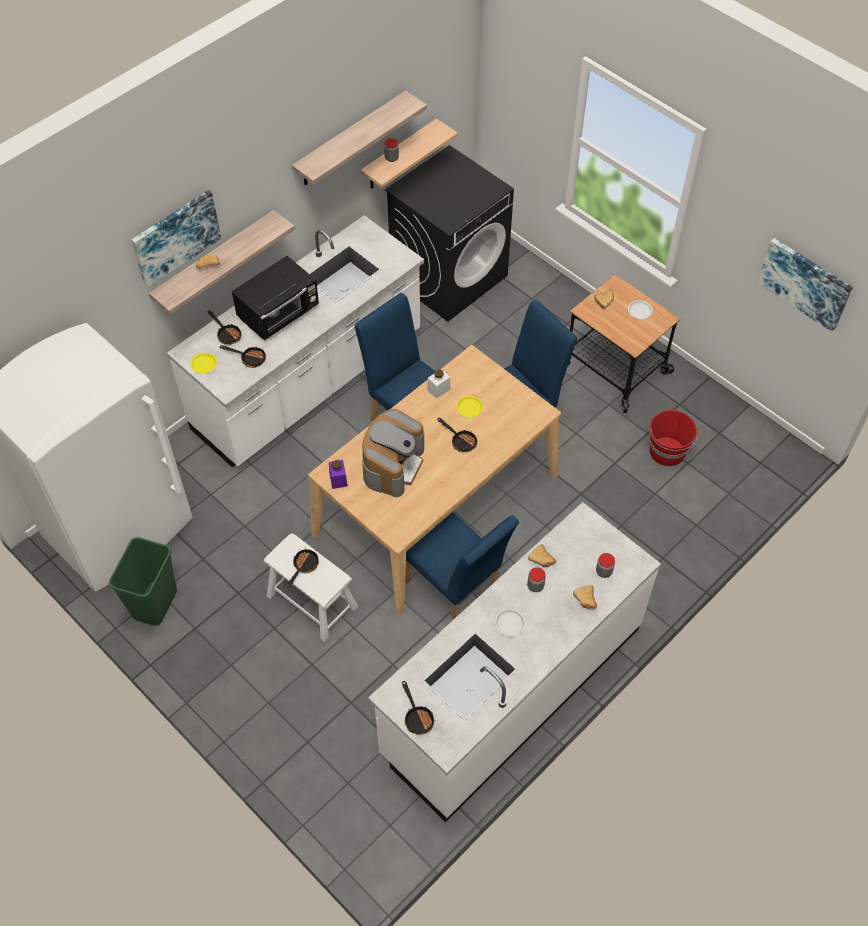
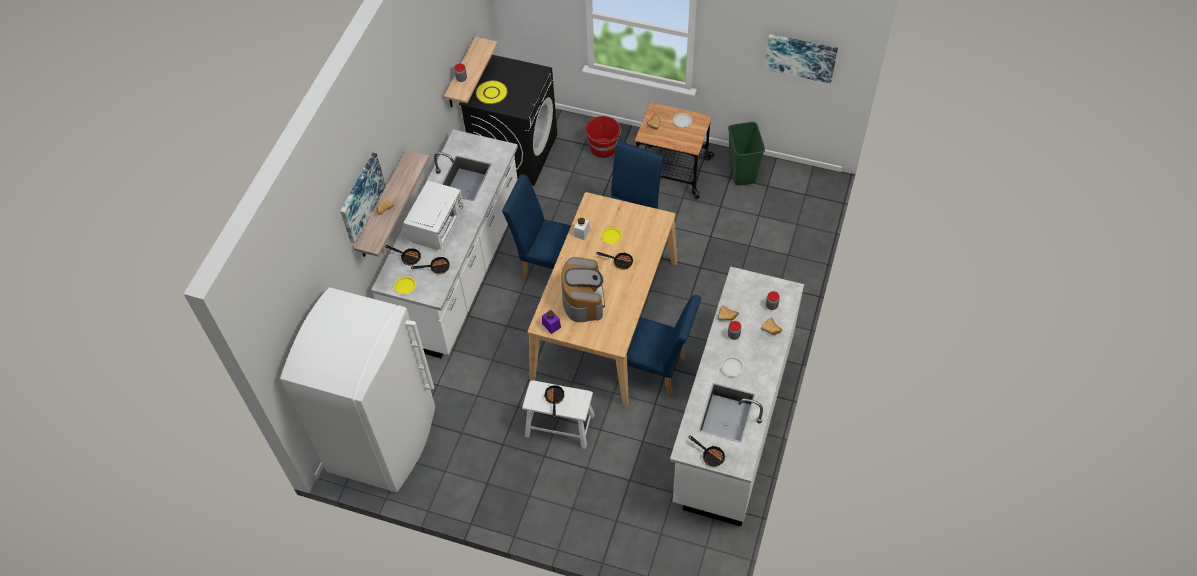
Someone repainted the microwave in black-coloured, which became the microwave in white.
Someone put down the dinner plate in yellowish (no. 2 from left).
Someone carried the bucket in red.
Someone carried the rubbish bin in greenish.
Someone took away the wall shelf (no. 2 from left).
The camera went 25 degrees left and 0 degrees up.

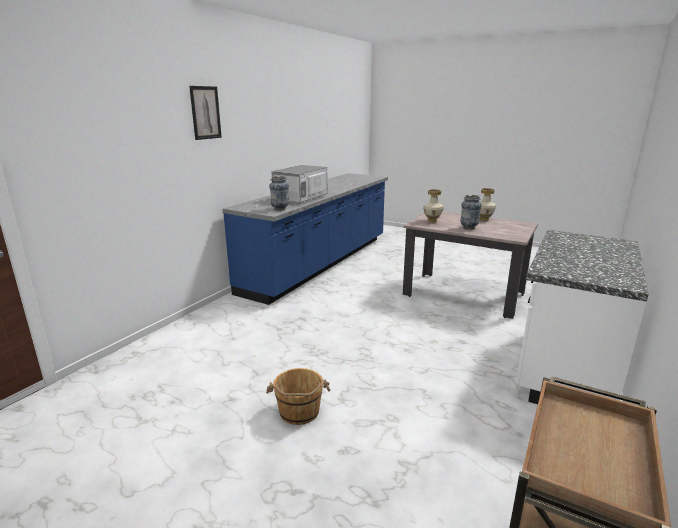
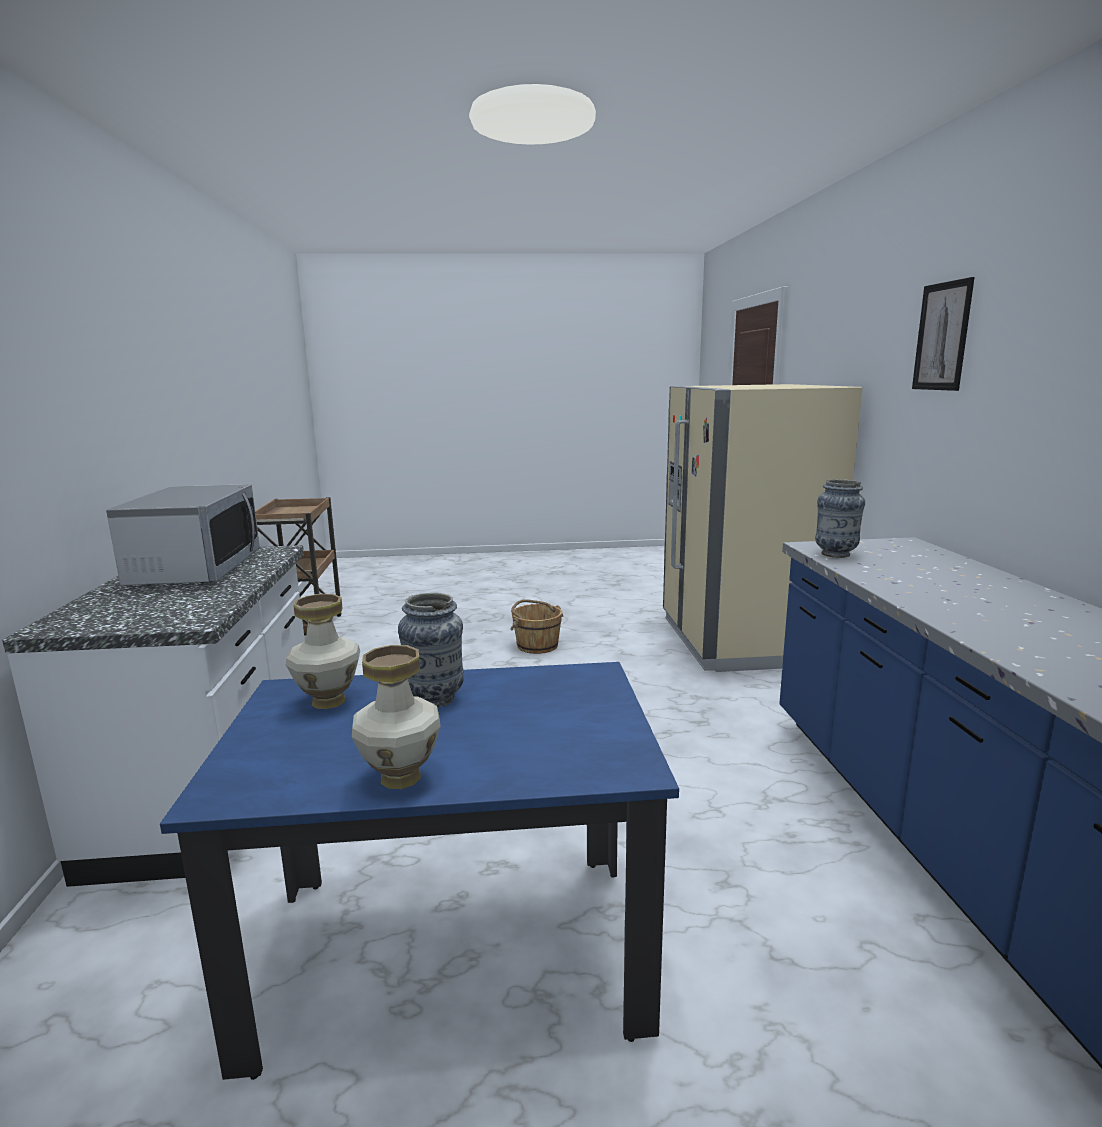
Someone carried the microwave.
Someone repainted the dinner table in beige, which became the dinner table in blue.
Someone carried the flower vase (no. 2 from left in the first image).
Someone put down the kitchen fridge in beige.
The camera went 145 degrees right and 5 degrees down.

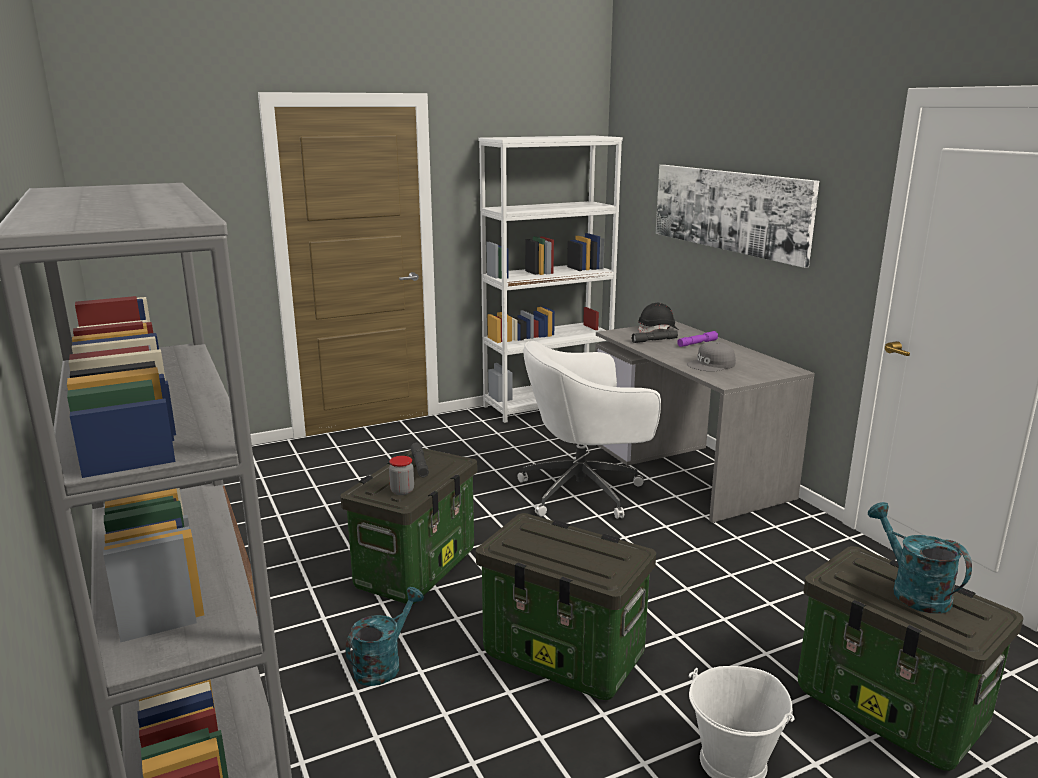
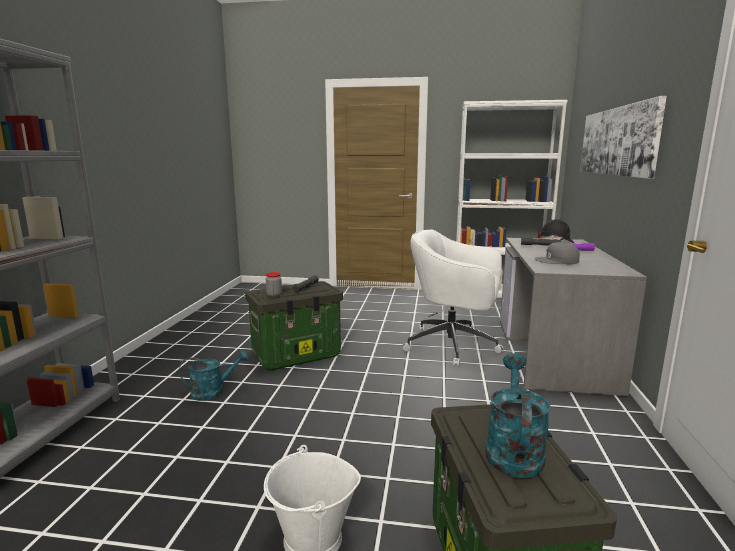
Someone took away the storage bin (no. 2 from left).
The camera went 35 degrees right and 5 degrees down.

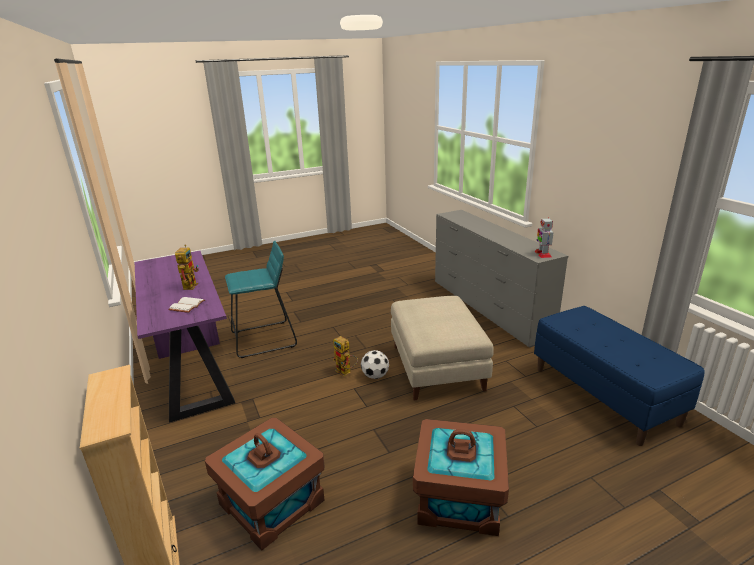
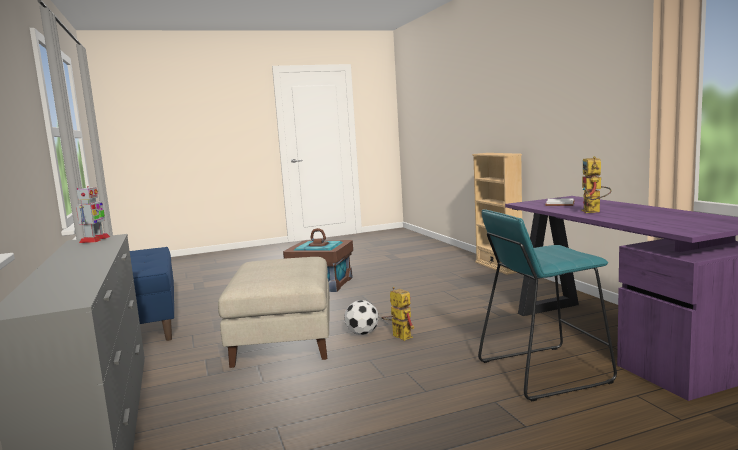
Someone took away the storage bin in brown-coloured (no. 1 from left).
The camera went 175 degrees left and 15 degrees down.

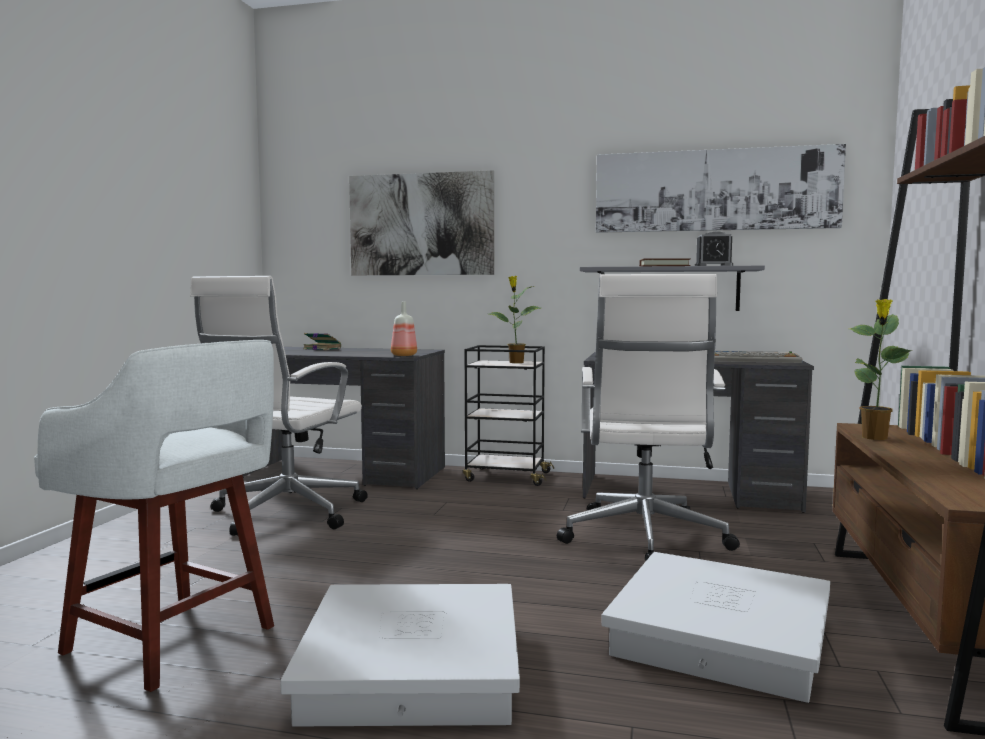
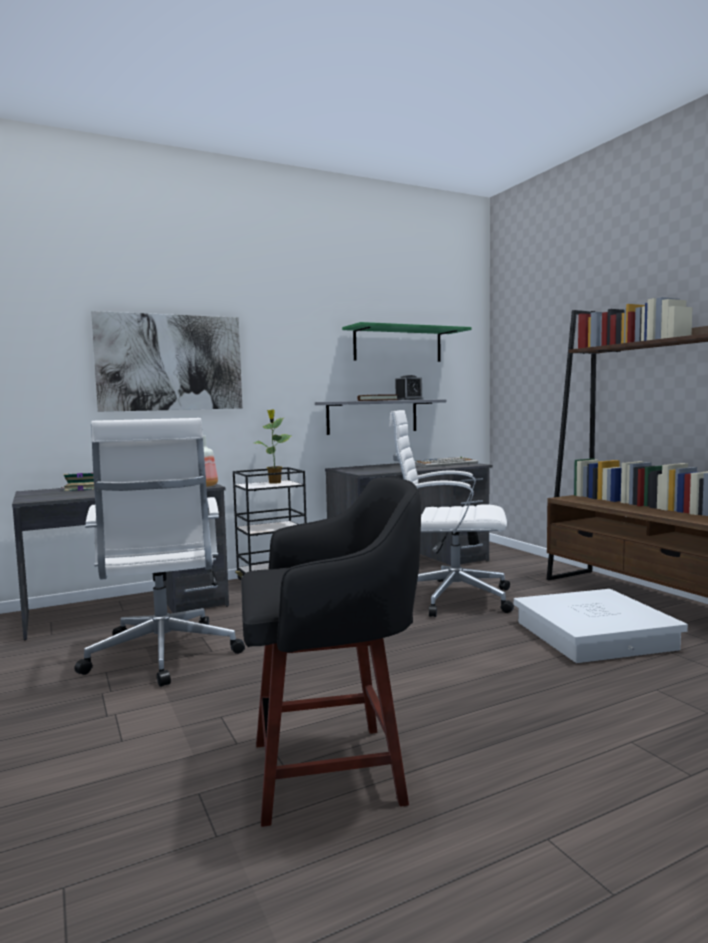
Someone repainted the sitting stool in white, which became the sitting stool in black-coloured.
Someone swapped the picture (no. 2 from left) for the wall shelf in greenish.
Someone rotated the office chair in white (no. 2 from left) by 135 degrees clockwise.
Someone took away the storage bin in white (no. 1 from left).
Someone took away the houseplant (no. 2 from left).
The camera went 40 degrees left and 0 degrees up.

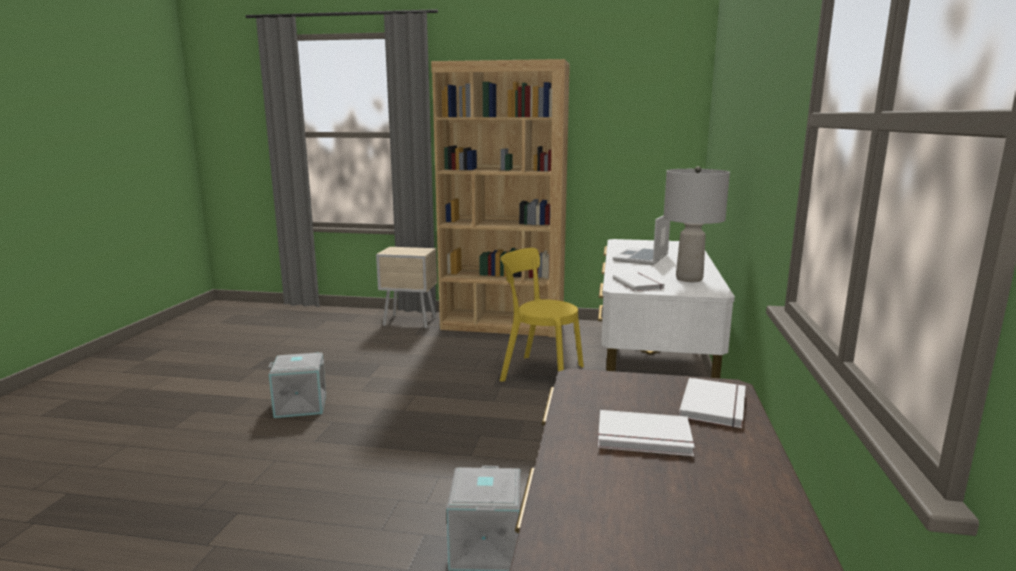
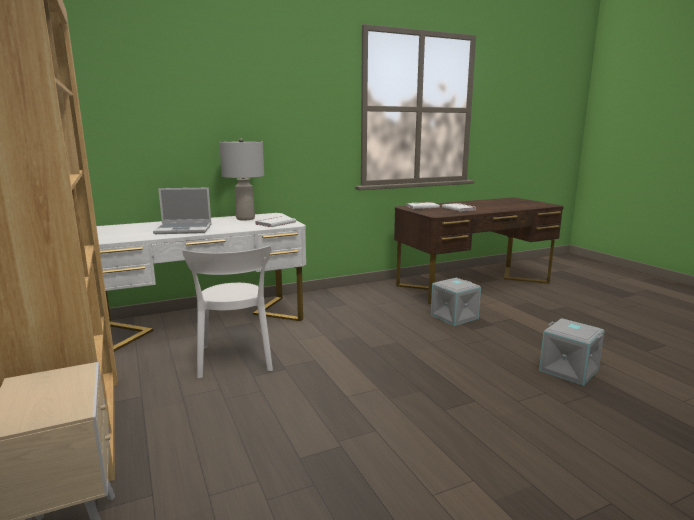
Someone repainted the chair in yellowish, which became the chair in white.
Someone carried the storage bin in grey (no. 1 from left in the first image).
The camera went 125 degrees left and 0 degrees up.

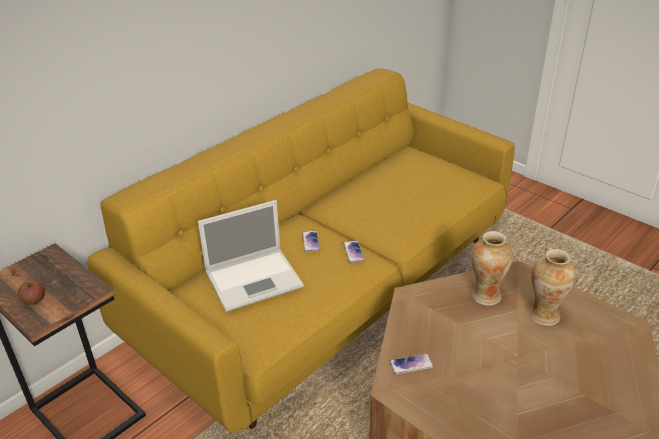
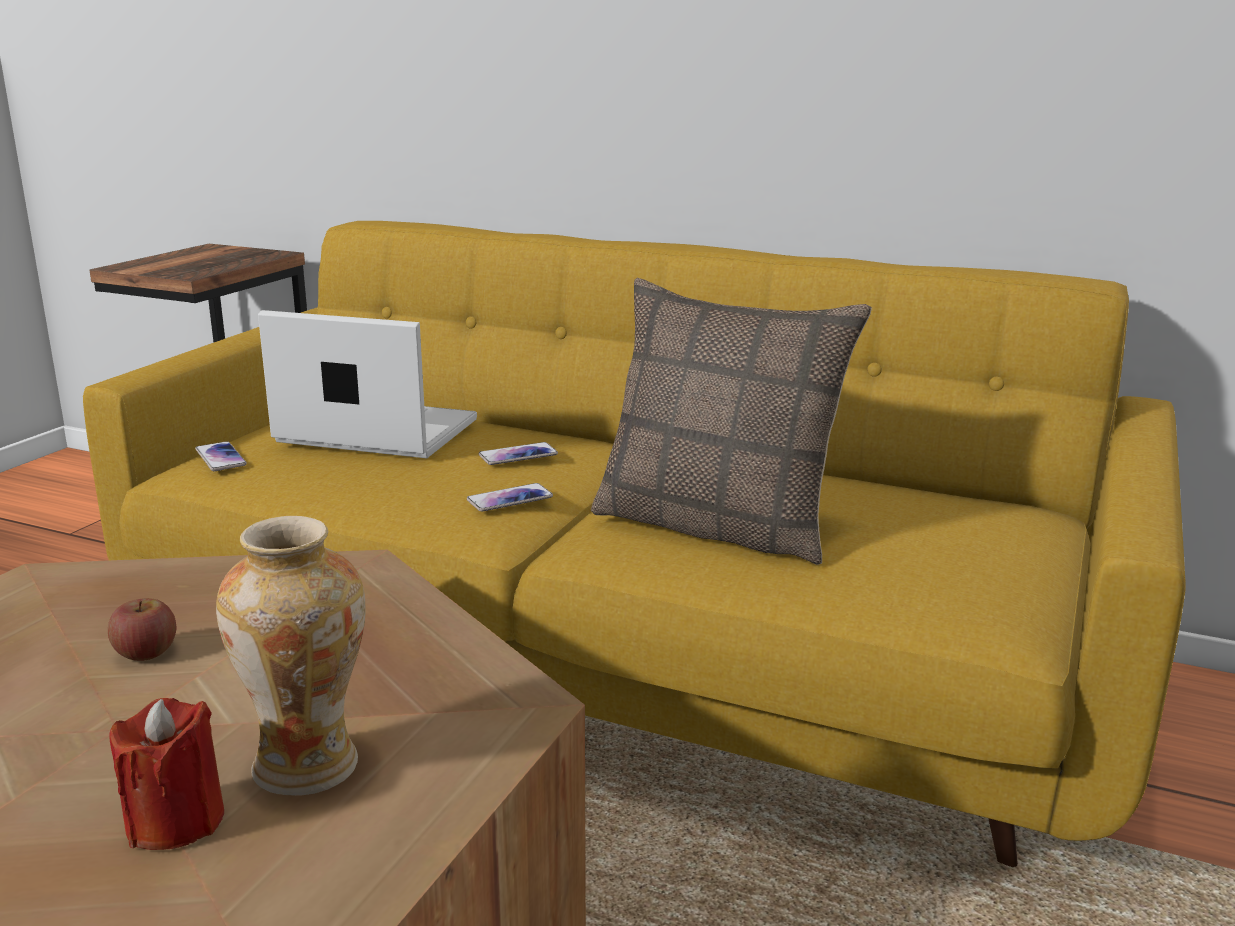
Someone carried the whole apple.
Someone put down the candle in red.
Someone carried the telephone (no. 3 from left in the first image).
Someone rotated the notebook computer by 150 degrees clockwise.
Someone put down the pillow.
Someone took away the flower vase (no. 1 from left).
The camera went 70 degrees right and 15 degrees down.

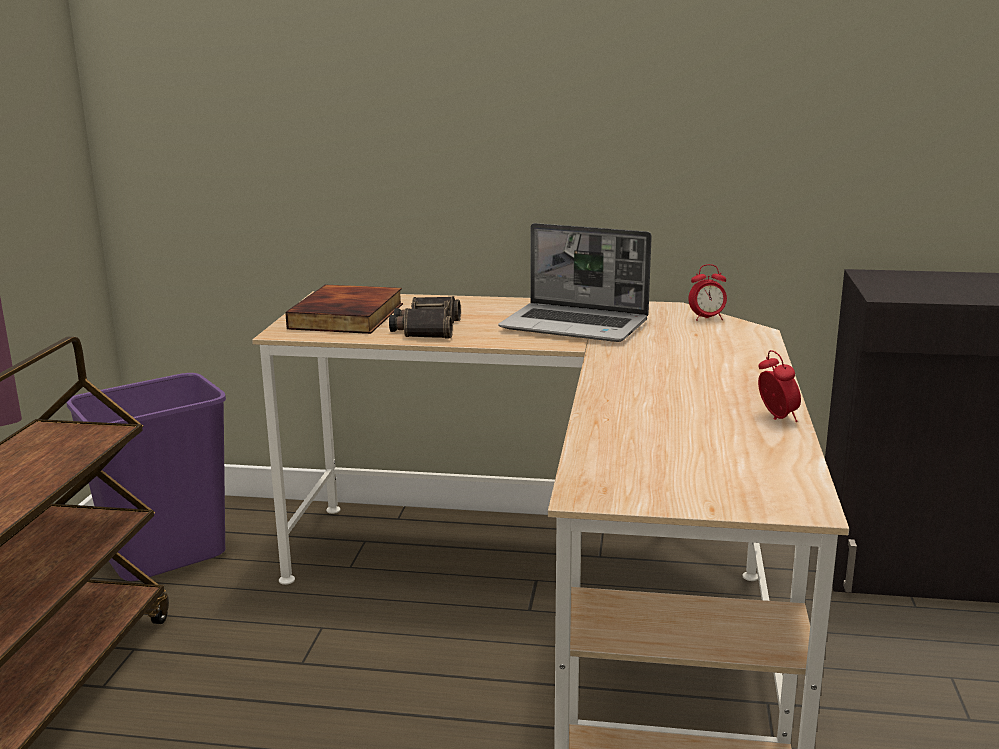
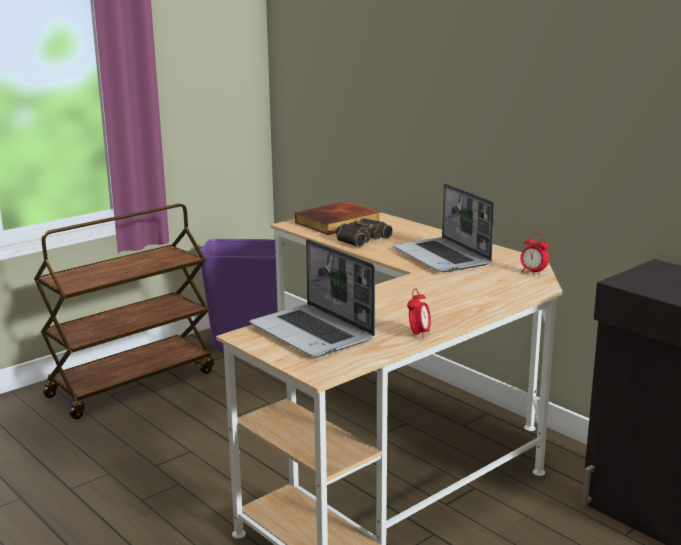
Someone put down the notebook computer (no. 1 from left).
The camera went 40 degrees right and 0 degrees up.

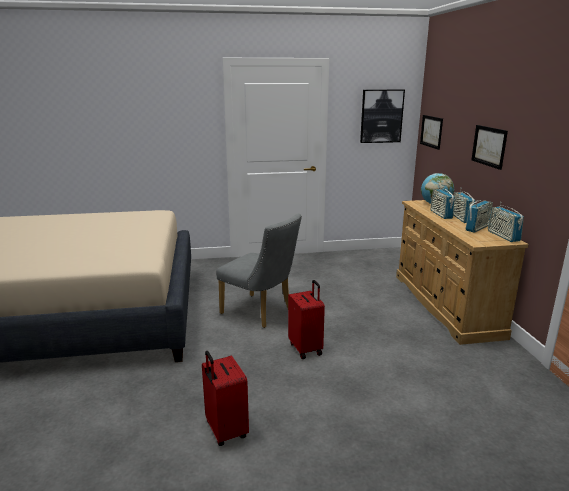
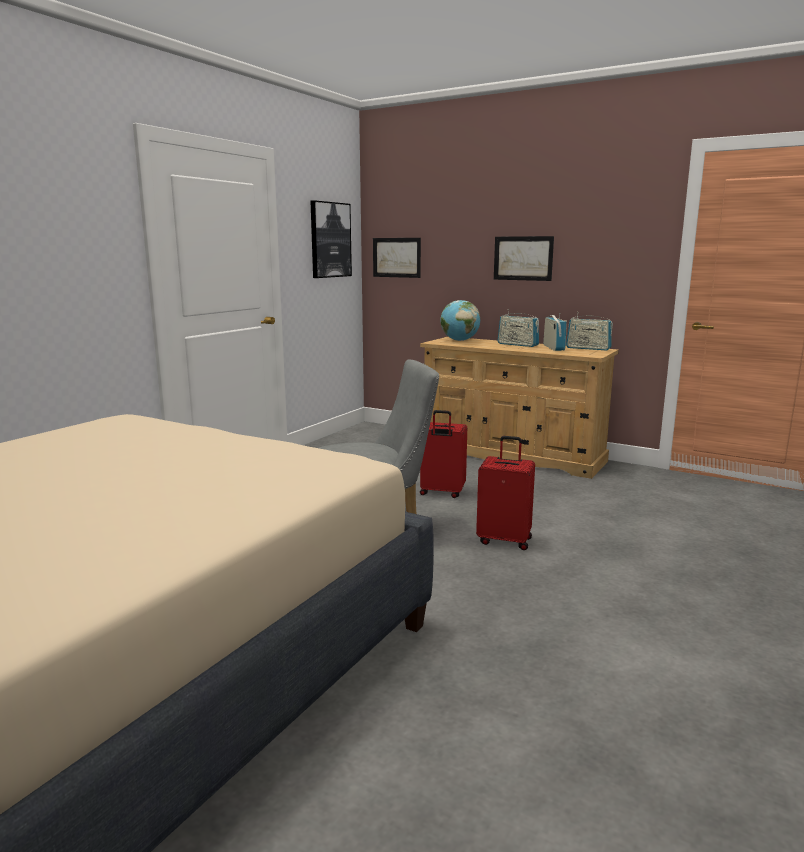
Someone carried the suitcase in red (no. 1 from left).
Someone took away the radio (no. 1 from left).
The camera went 50 degrees left and 5 degrees down.

